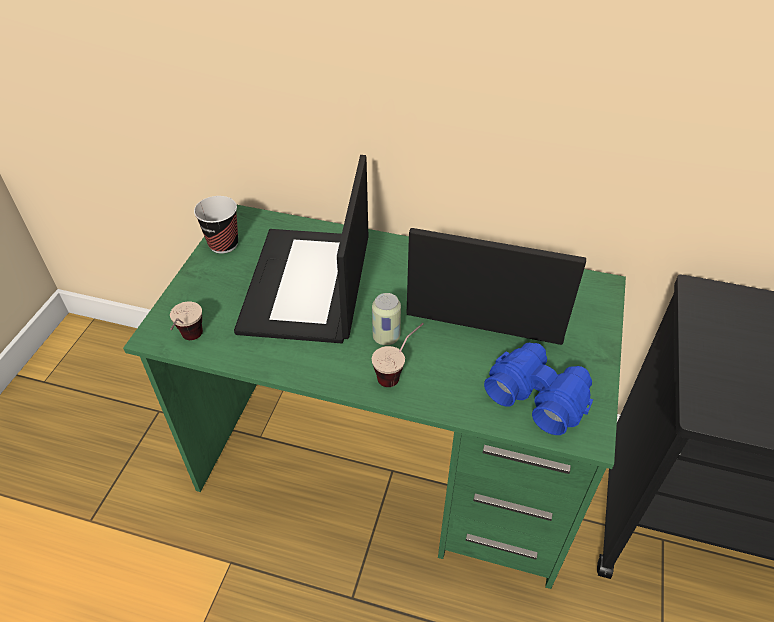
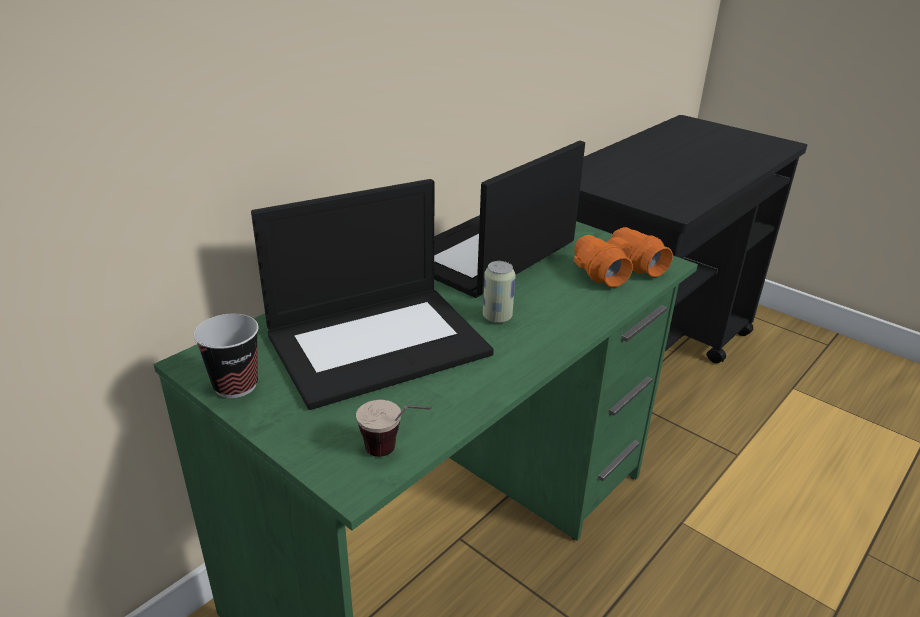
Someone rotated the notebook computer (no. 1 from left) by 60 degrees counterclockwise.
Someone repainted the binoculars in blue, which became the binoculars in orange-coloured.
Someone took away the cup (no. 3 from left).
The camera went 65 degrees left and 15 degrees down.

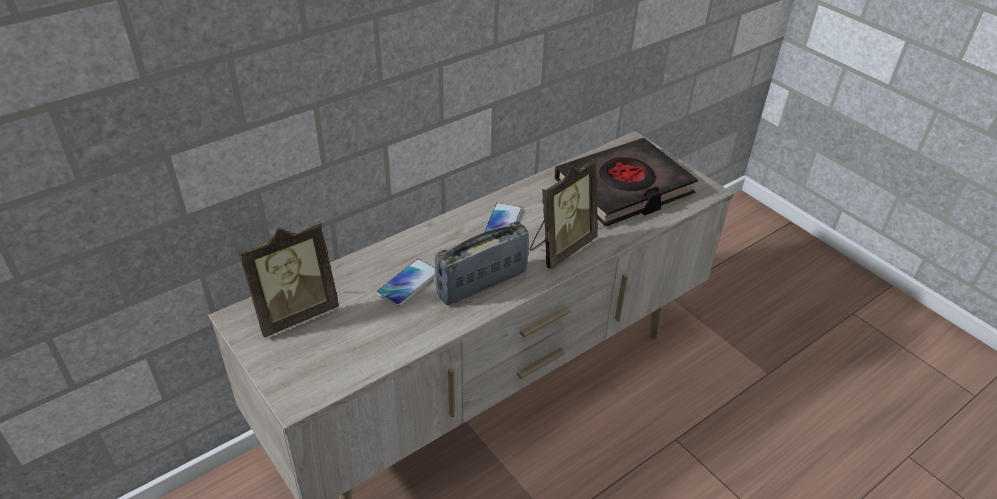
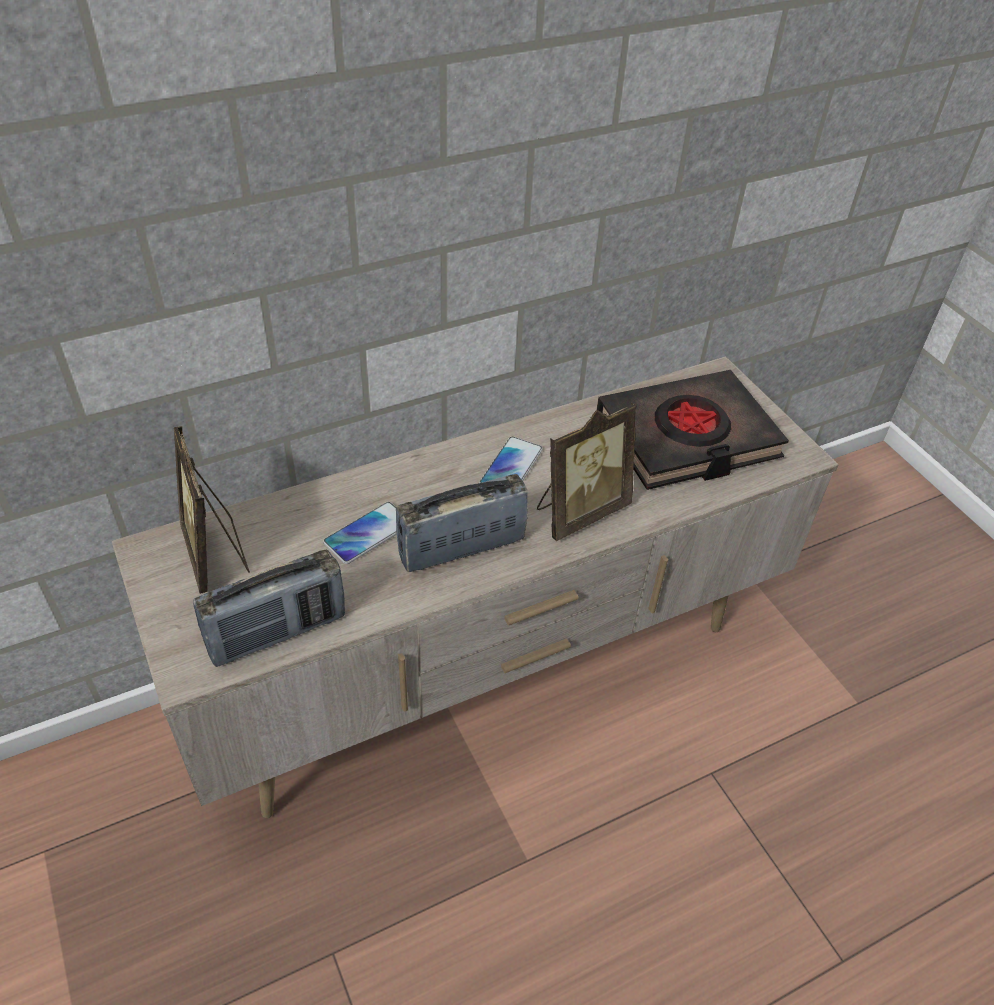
Someone rotated the photo frame (no. 1 from left) by 90 degrees clockwise.
Someone put down the radio (no. 1 from left).
The camera went 10 degrees right and 5 degrees up.

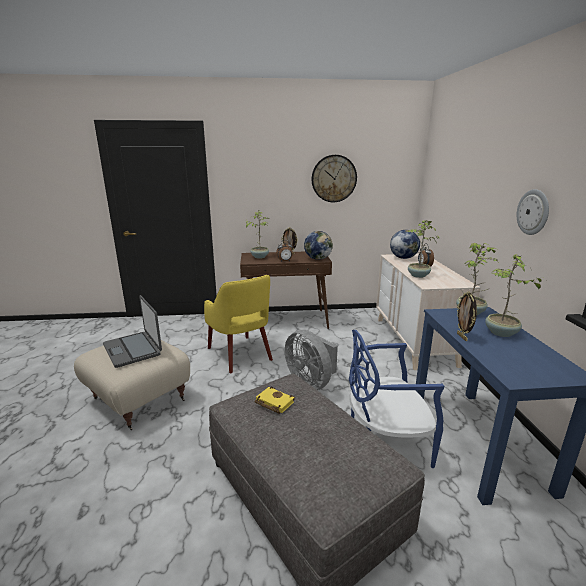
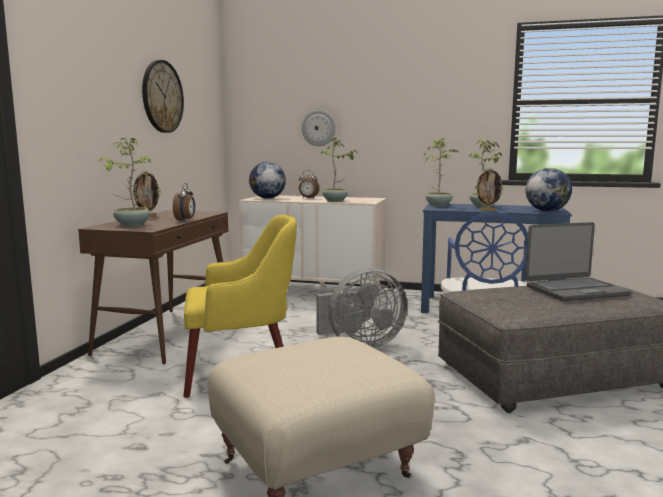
Someone carried the clock on the wall (no. 2 from left).
Someone carried the desk globe (no. 1 from left in the first image).
Someone carried the notebook computer.
Someone took away the bound book in yellowish.
The camera went 70 degrees left and 10 degrees down.

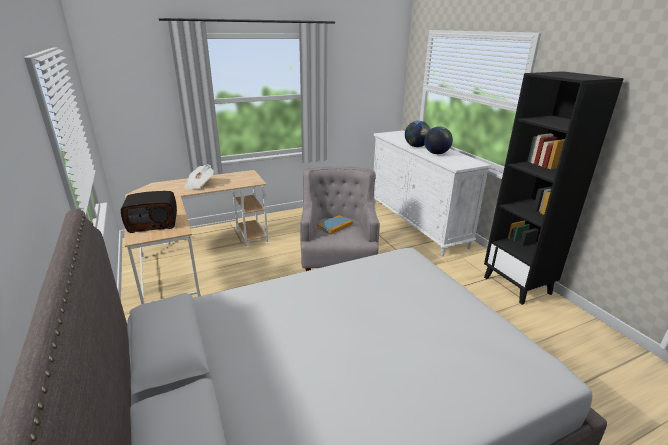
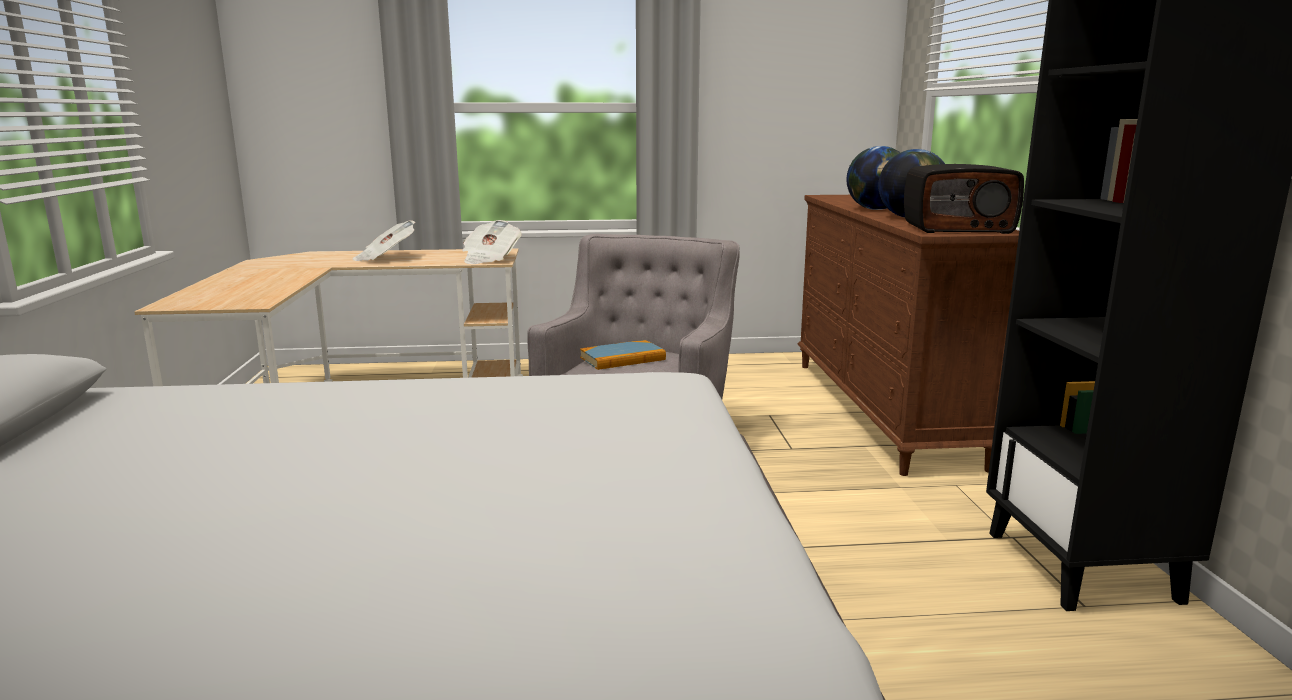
Someone put down the daily paper (no. 2 from left).
Someone repainted the dresser in white, which became the dresser in brown-coloured.
Someone carried the radio.
The camera went 20 degrees right and 10 degrees down.

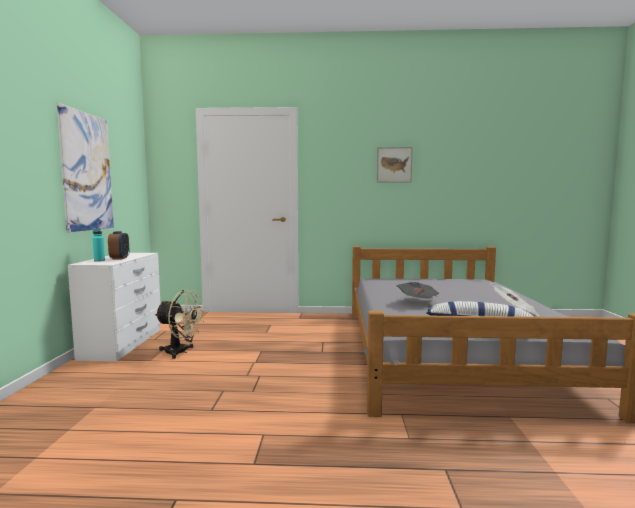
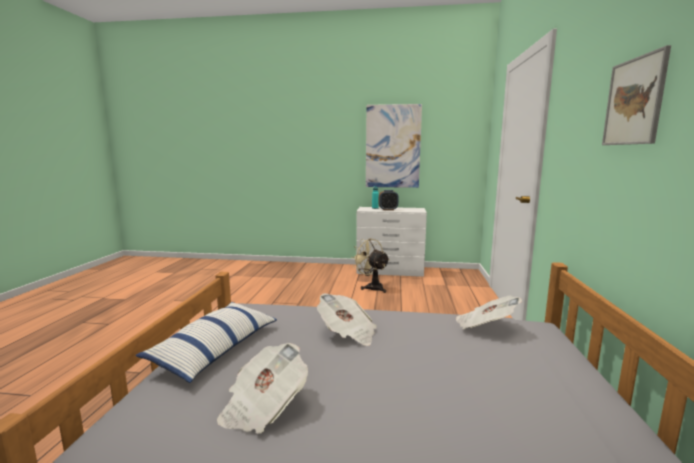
Someone rotated the cooling fan in beige by 120 degrees clockwise.
Someone put down the daily paper (no. 3 from left).
The camera went 95 degrees right and 5 degrees up.

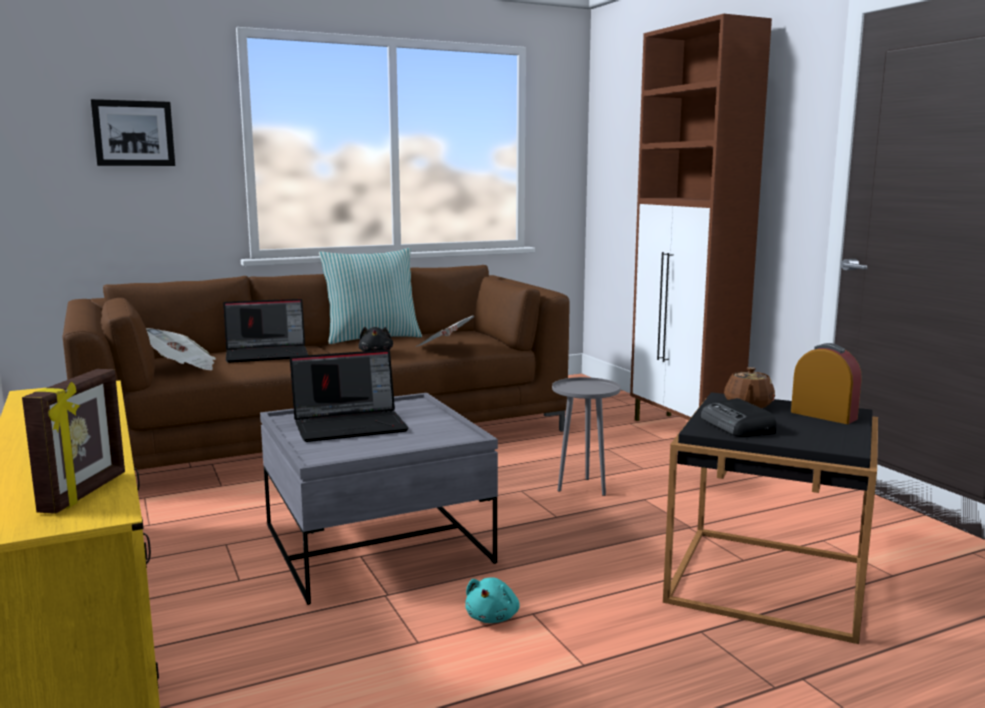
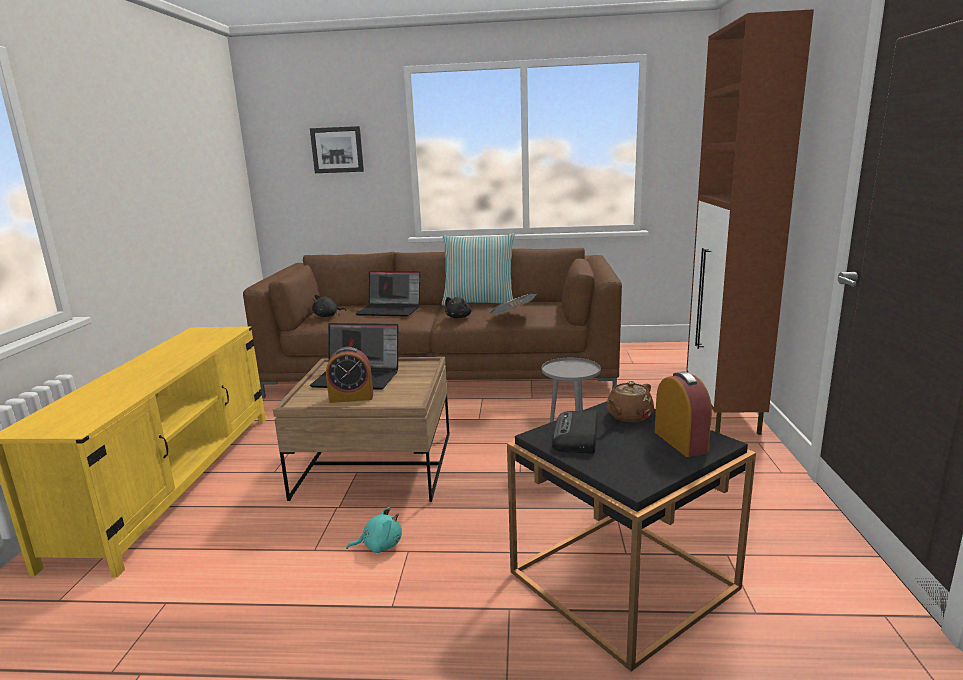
Someone repainted the lounge table in grey, which became the lounge table in brown-coloured.
Someone swapped the daily paper (no. 1 from left) for the soft toy in black-coloured (no. 1 from left).
Someone put down the table clock (no. 1 from left).
Someone rotated the soft toy in blue-green by 150 degrees counterclockwise.
Someone took away the photo frame.
The camera went 30 degrees right and 5 degrees up.

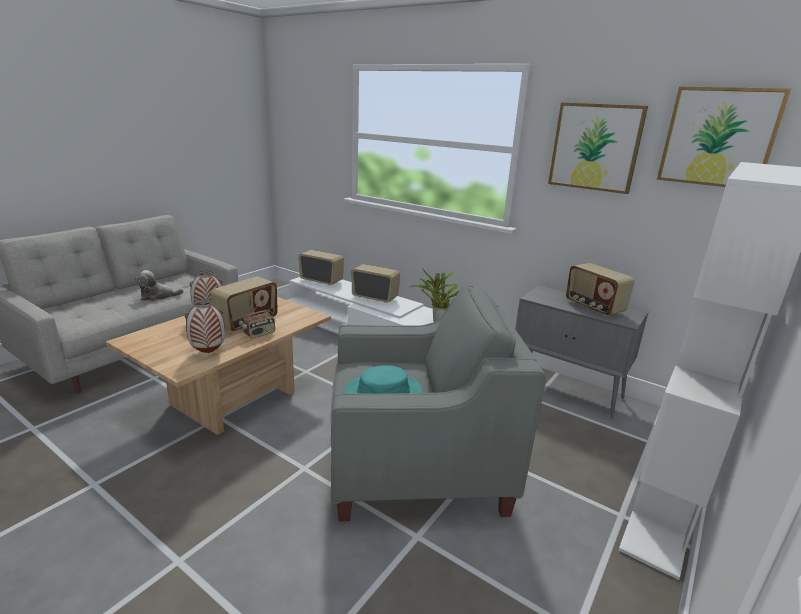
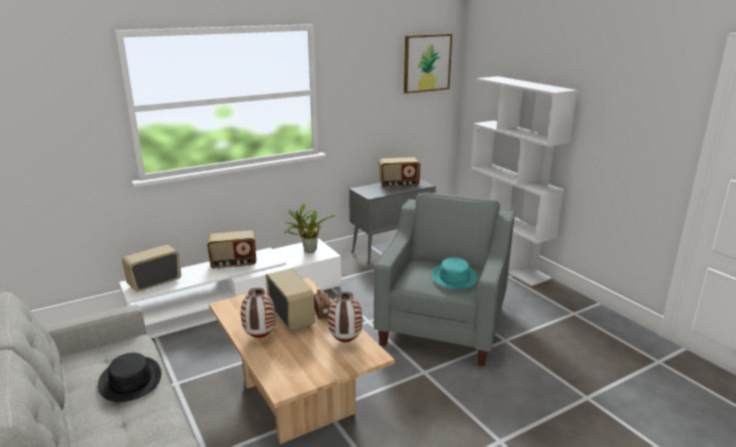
Someone swapped the soft toy for the clothing hat in black-coloured.
Someone rotated the radio (no. 4 from left in the first image) by 150 degrees counterclockwise.
Someone took away the picture (no. 1 from left).
The camera went 65 degrees left and 0 degrees up.

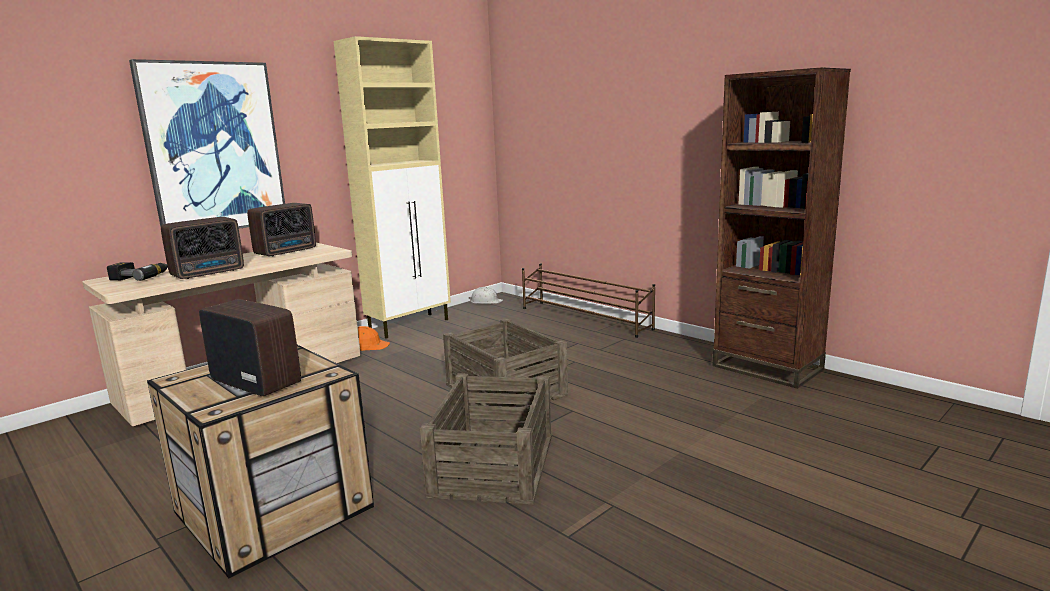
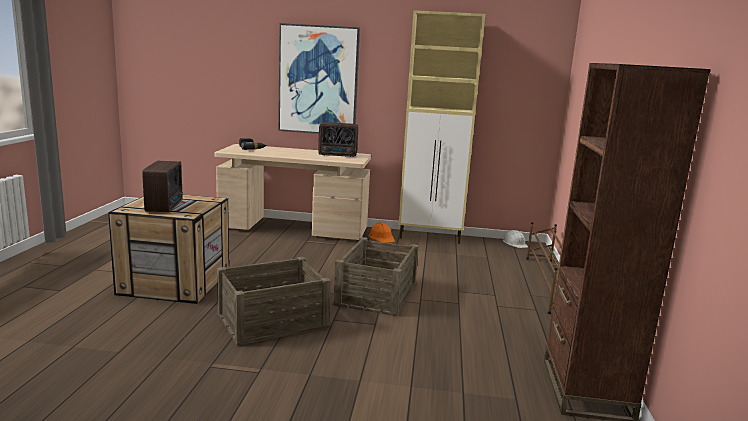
Someone took away the radio (no. 1 from left).
The camera went 50 degrees right and 0 degrees up.

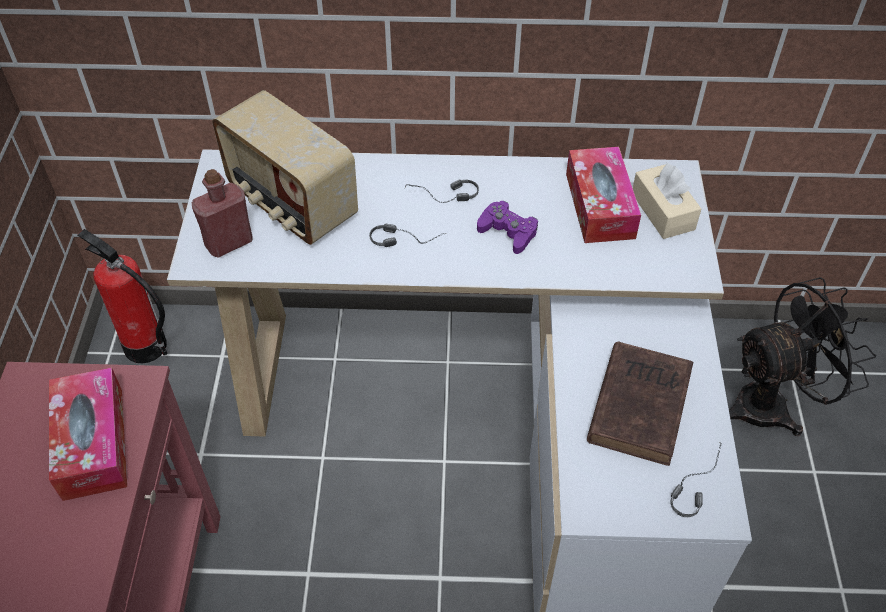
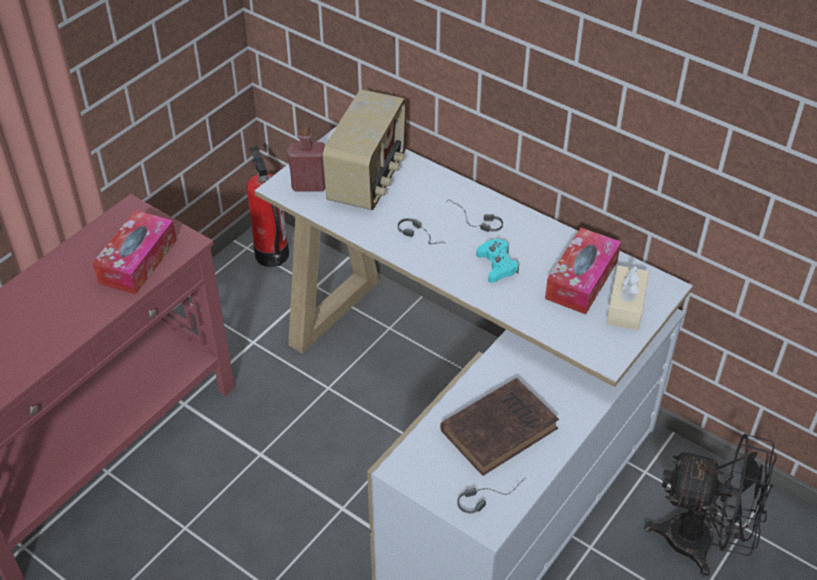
Someone rotated the radio by 150 degrees counterclockwise.
Someone repainted the game controller in purple-coloured, which became the game controller in blue-green.
The camera went 35 degrees right and 5 degrees down.

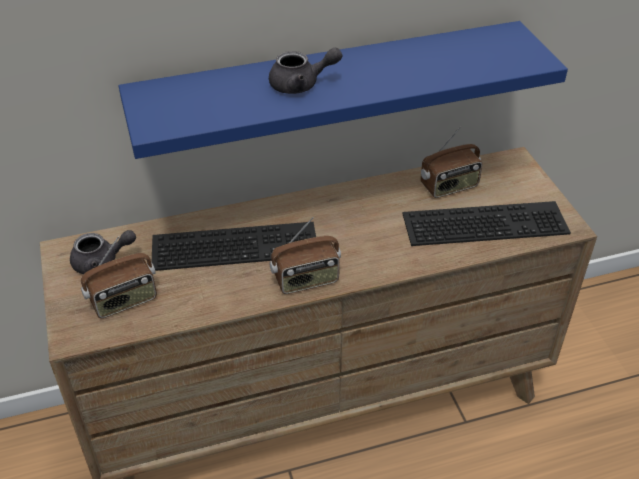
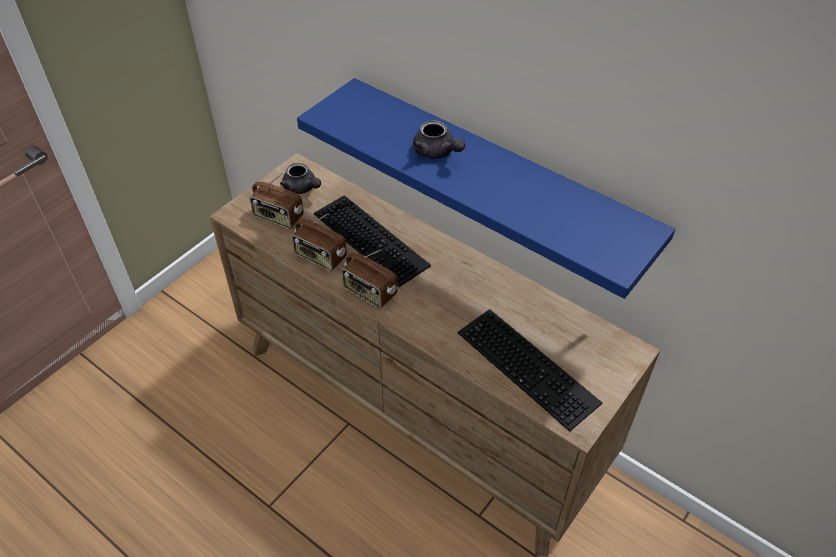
Someone carried the radio (no. 3 from left in the first image).
The camera went 55 degrees right and 5 degrees up.

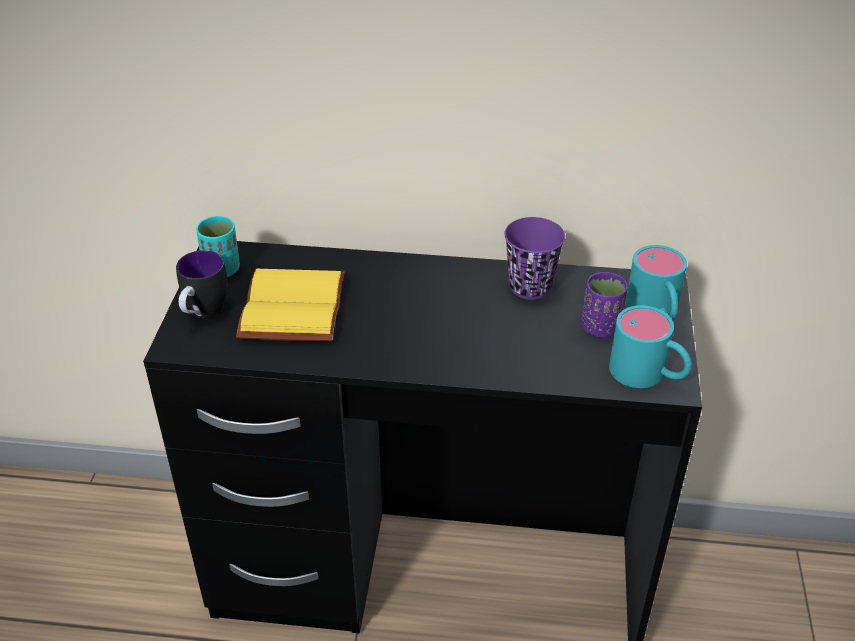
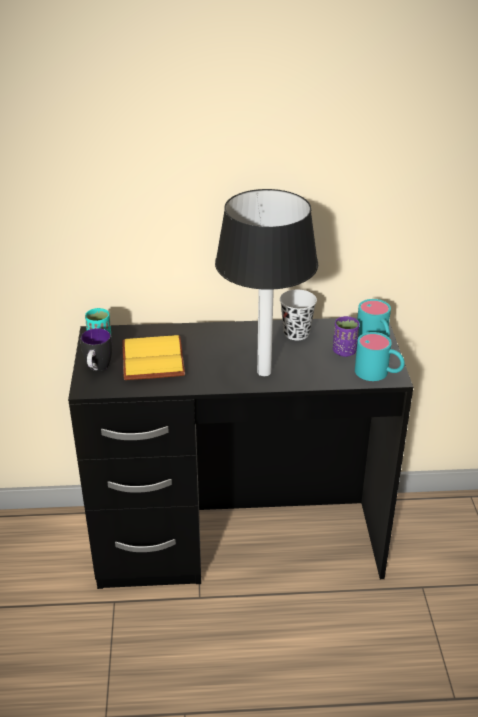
Someone put down the table lamp.
Someone repainted the cup in purple-coloured (no. 1 from left), which became the cup in black-coloured.
The camera went 10 degrees left and 5 degrees down.

